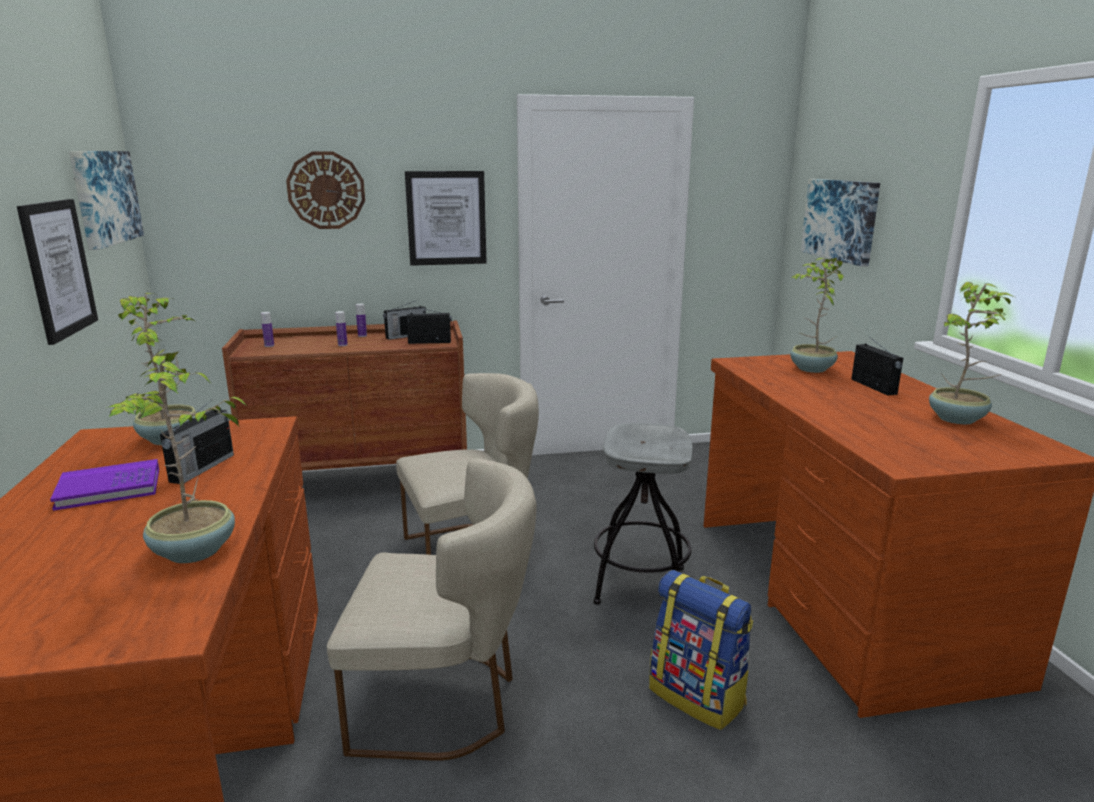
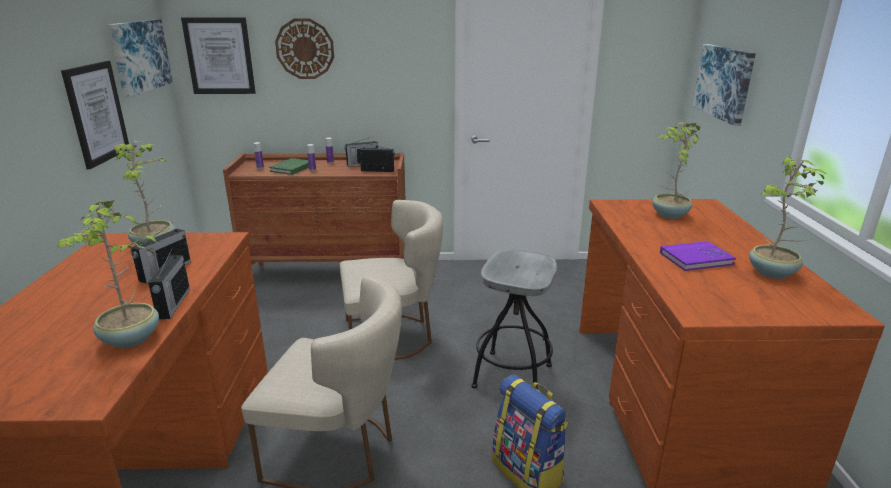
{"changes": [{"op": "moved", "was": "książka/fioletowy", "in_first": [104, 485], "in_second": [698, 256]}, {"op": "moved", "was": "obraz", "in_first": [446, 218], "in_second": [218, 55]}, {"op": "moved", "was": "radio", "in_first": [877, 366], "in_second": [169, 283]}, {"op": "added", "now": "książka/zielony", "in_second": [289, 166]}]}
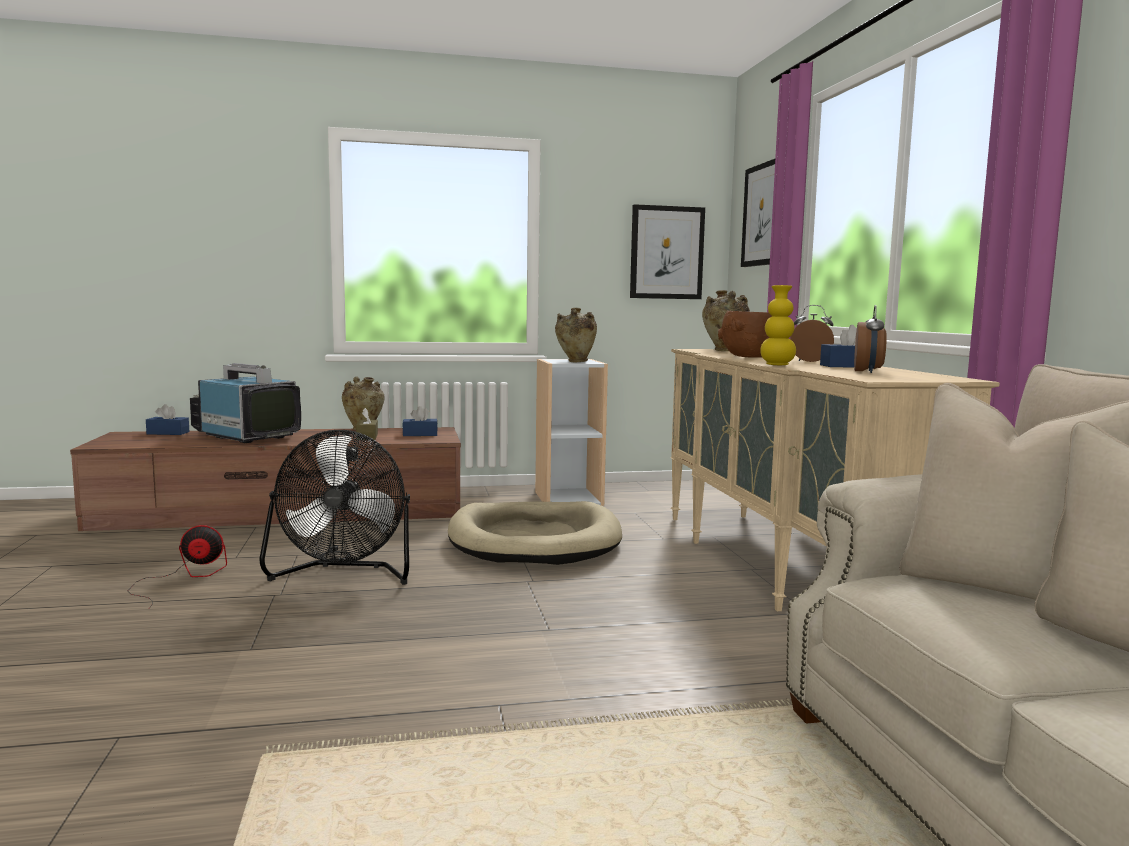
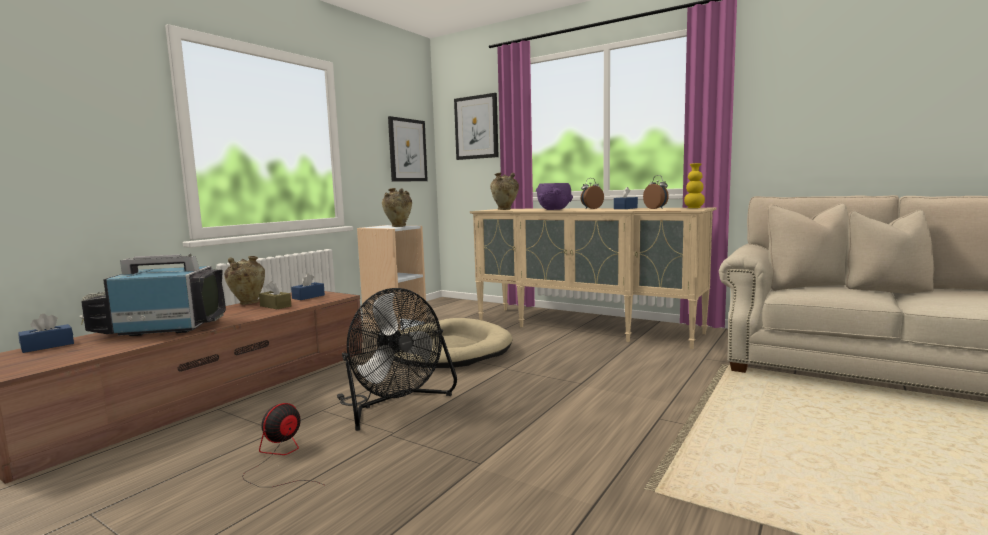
{"changes": [{"op": "recoloured", "was": "miska/brązowy", "now": "miska/fioletowy", "in_first": [745, 334], "in_second": [554, 196]}, {"op": "moved", "was": "wazon/żółty", "in_first": [778, 325], "in_second": [694, 185]}]}
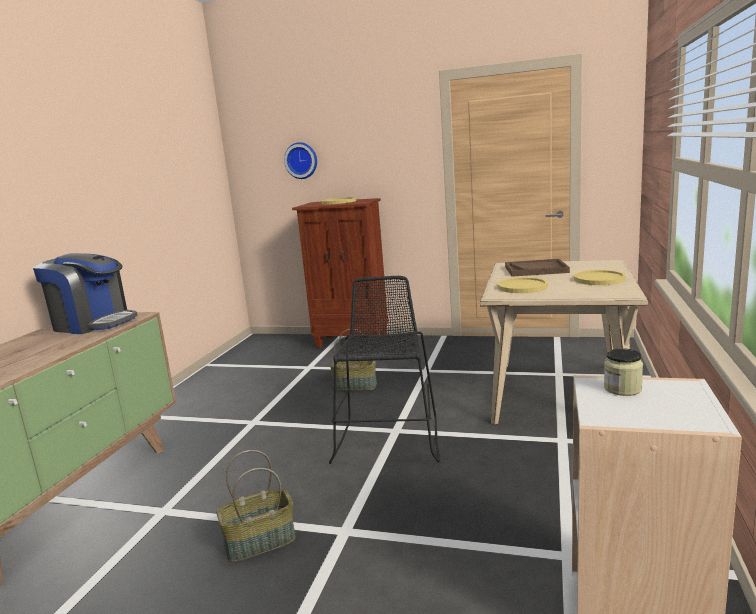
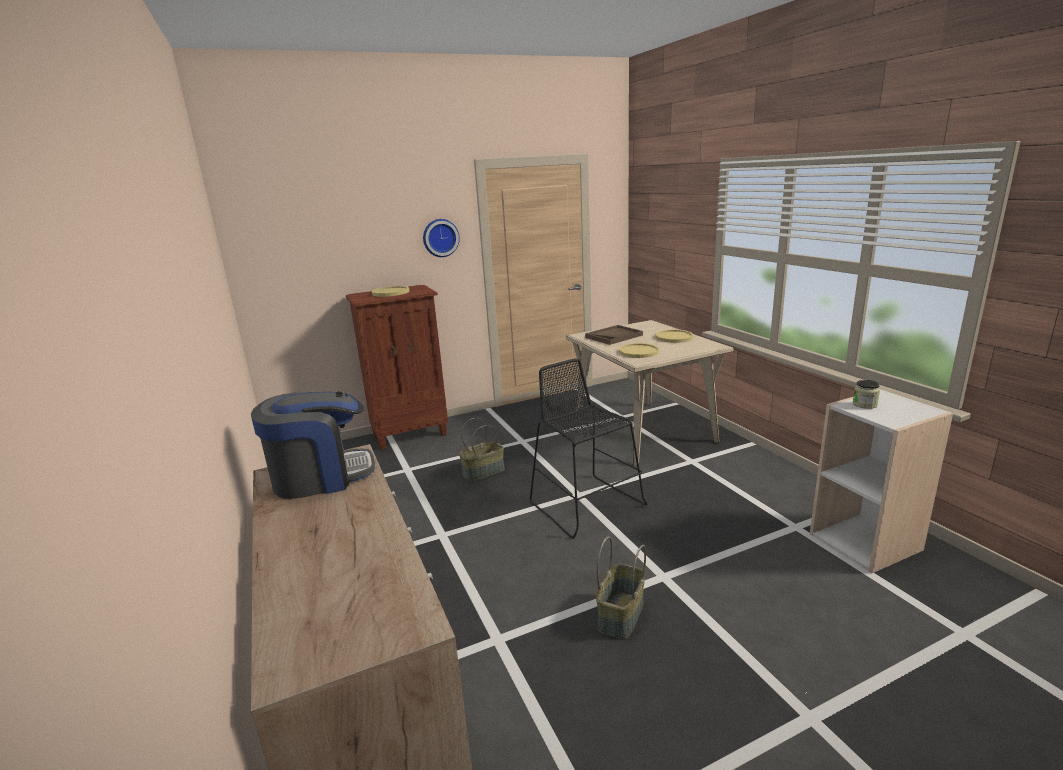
{"changes": [{"op": "moved", "was": "zegar ścienny", "in_first": [300, 160], "in_second": [441, 238]}]}
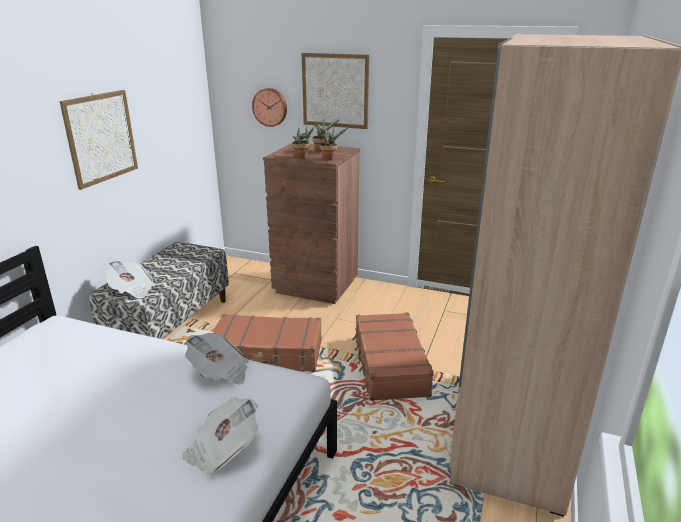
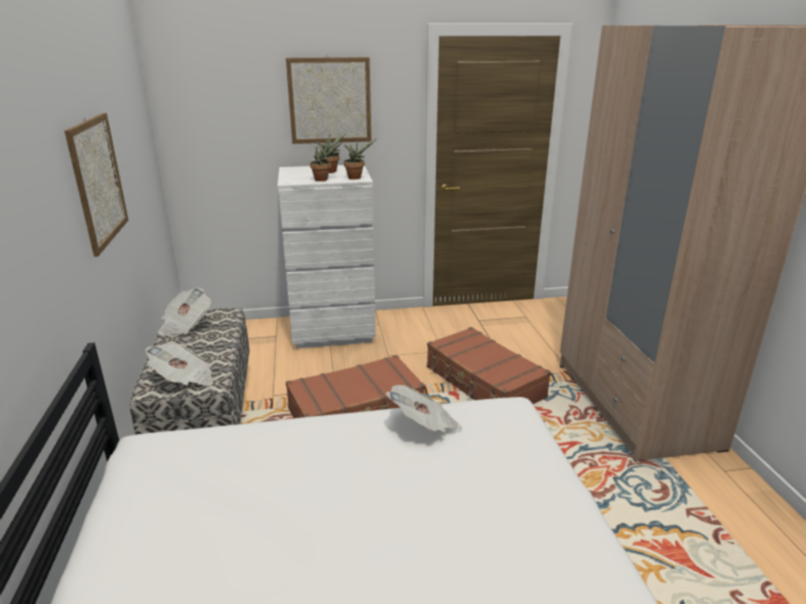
{"changes": [{"op": "moved", "was": "gazeta", "in_first": [220, 436], "in_second": [184, 312]}, {"op": "removed", "was": "zegar ścienny", "in_first": [269, 107]}, {"op": "recoloured", "was": "komoda/brązowy", "now": "komoda/biały", "in_first": [311, 223], "in_second": [327, 257]}]}
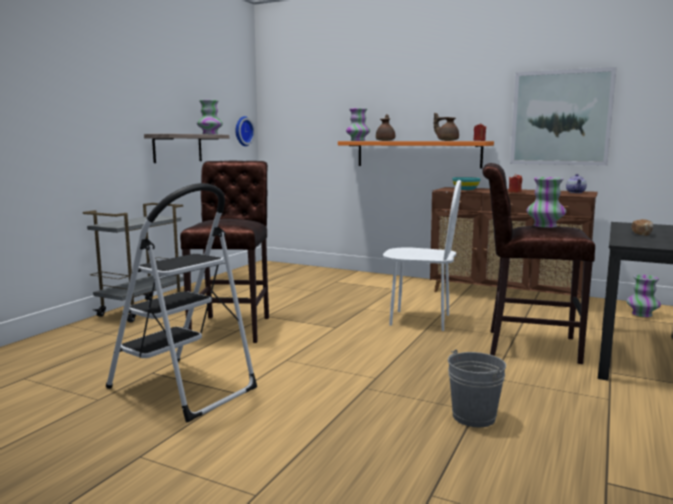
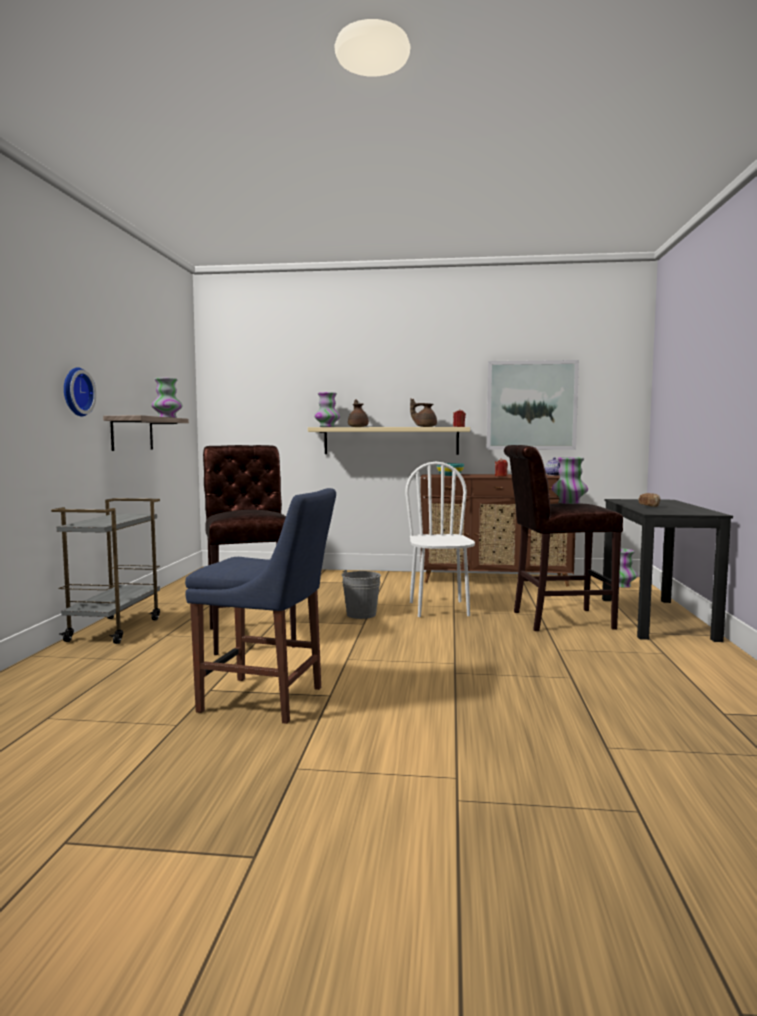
{"changes": [{"op": "replaced", "was": "drabinka", "now": "krzesło/niebieski", "in_first": [181, 303], "in_second": [260, 606]}, {"op": "moved", "was": "zegar ścienny", "in_first": [245, 131], "in_second": [80, 391]}, {"op": "recoloured", "was": "półka/pomarańczowy", "now": "półka/beżowy", "in_first": [416, 155], "in_second": [389, 441]}, {"op": "turned", "was": "krzesło/biały", "in_first": [422, 255], "in_second": [440, 539], "clockwise": -90}, {"op": "moved", "was": "wiadro/szary", "in_first": [477, 388], "in_second": [361, 594]}]}
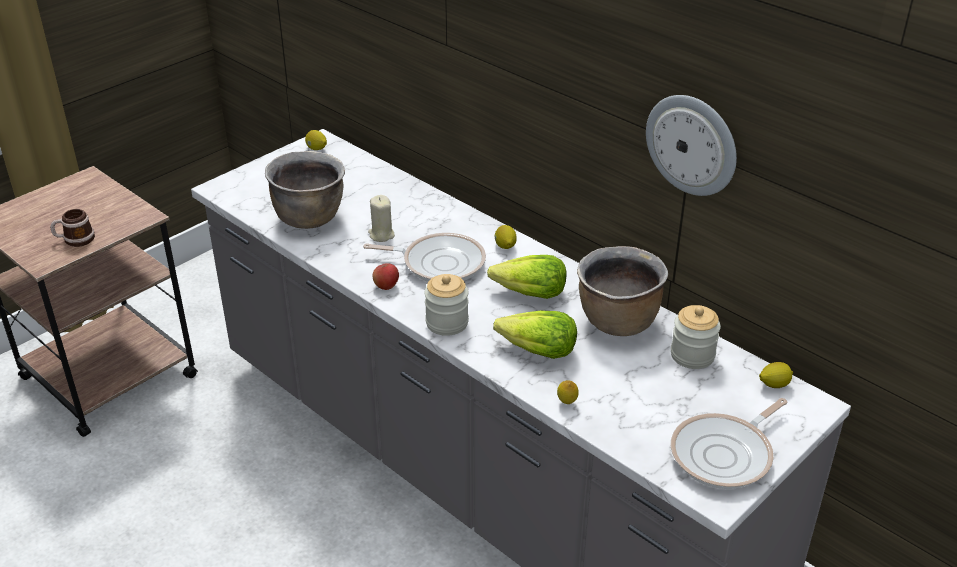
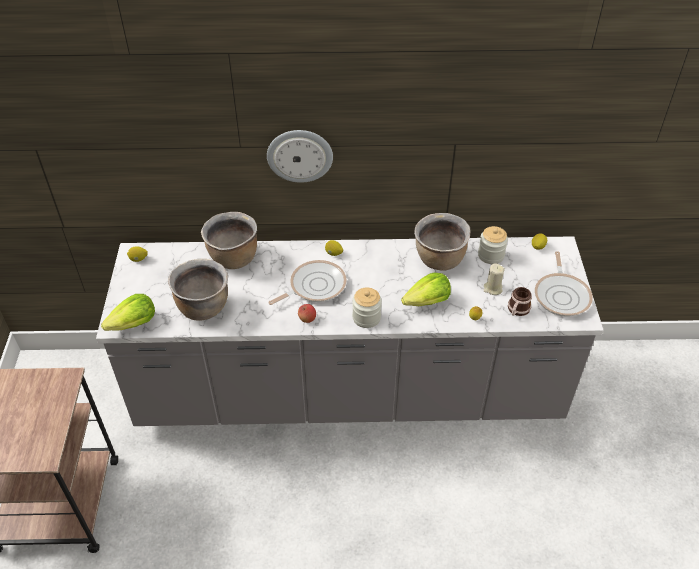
{"changes": [{"op": "moved", "was": "kubek", "in_first": [72, 228], "in_second": [520, 301]}, {"op": "moved", "was": "świeca/beżowy", "in_first": [381, 218], "in_second": [494, 279]}, {"op": "moved", "was": "sałata", "in_first": [526, 277], "in_second": [128, 312]}, {"op": "moved", "was": "zegar ścienny", "in_first": [691, 145], "in_second": [300, 156]}, {"op": "added", "now": "garnek/brązowy", "in_second": [229, 240]}]}
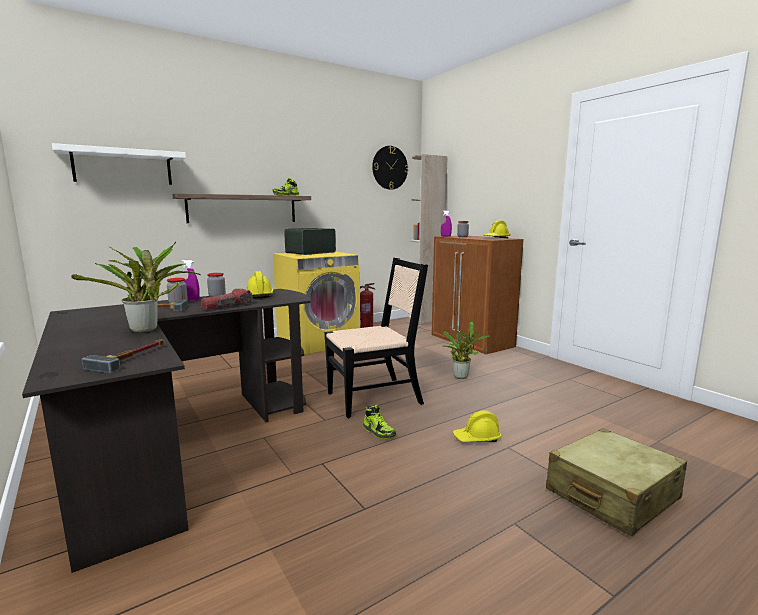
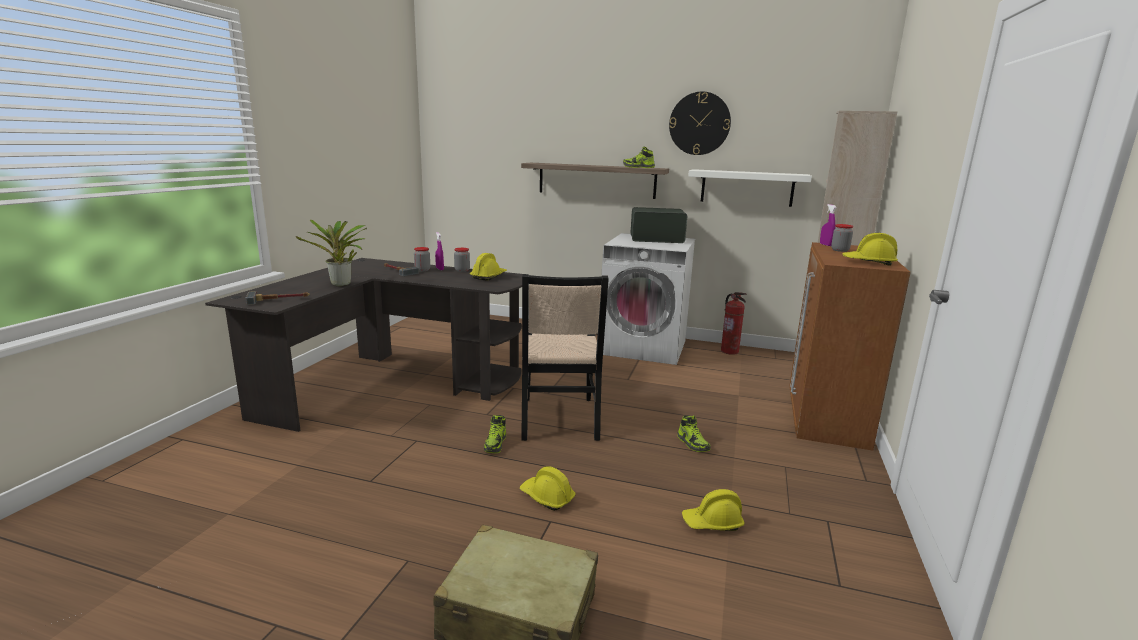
{"changes": [{"op": "moved", "was": "półka/biały", "in_first": [119, 164], "in_second": [750, 188]}, {"op": "removed", "was": "latarka", "in_first": [227, 299]}, {"op": "recoloured", "was": "pralka/żółty", "now": "pralka/biały", "in_first": [315, 303], "in_second": [648, 299]}, {"op": "turned", "was": "krzesło", "in_first": [376, 338], "in_second": [565, 357], "clockwise": 60}, {"op": "moved", "was": "zegar ścienny", "in_first": [390, 168], "in_second": [700, 123]}, {"op": "replaced", "was": "roślina doniczkowa", "now": "but", "in_first": [466, 350], "in_second": [694, 433]}, {"op": "added", "now": "kask/żółty", "in_second": [713, 510]}]}
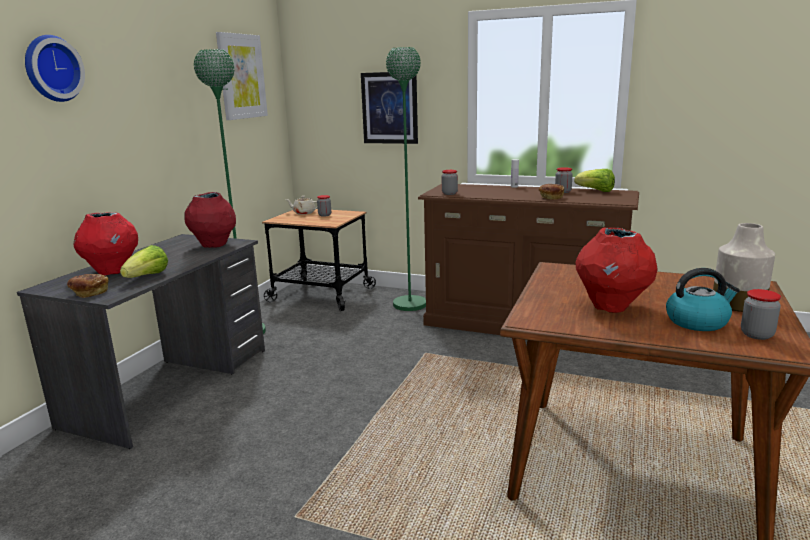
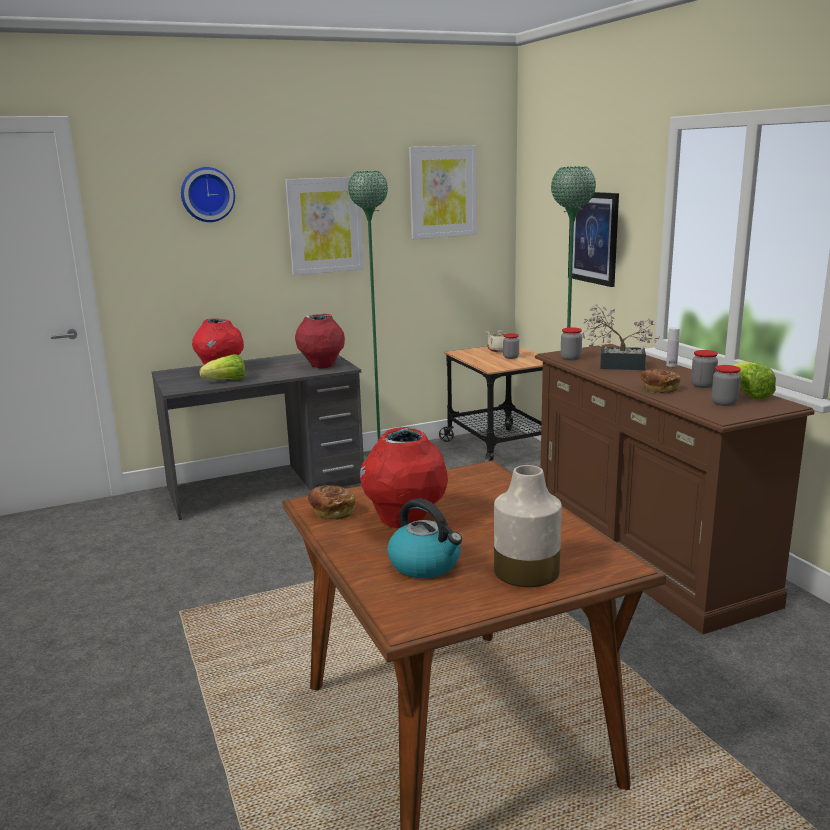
{"changes": [{"op": "moved", "was": "chleb", "in_first": [87, 286], "in_second": [331, 502]}, {"op": "moved", "was": "słoik", "in_first": [761, 314], "in_second": [726, 385]}, {"op": "added", "now": "obraz", "in_second": [324, 226]}, {"op": "added", "now": "roślina doniczkowa", "in_second": [621, 337]}]}
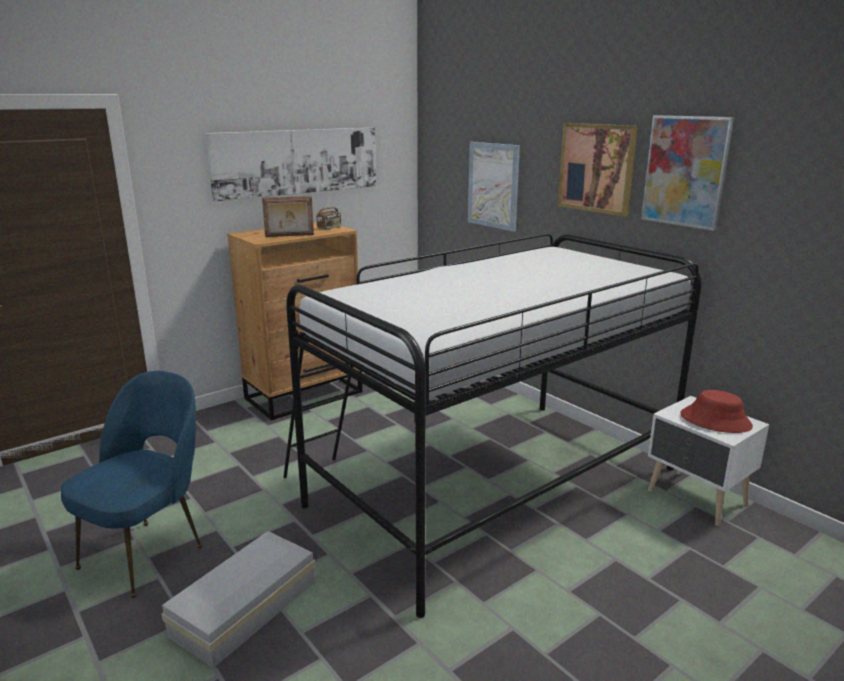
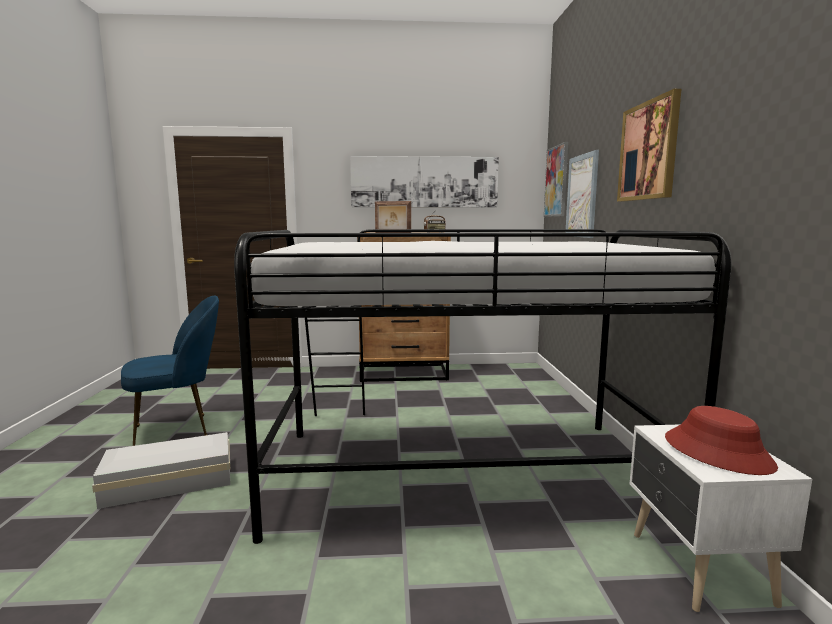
{"changes": [{"op": "moved", "was": "obraz", "in_first": [687, 173], "in_second": [556, 179]}]}
